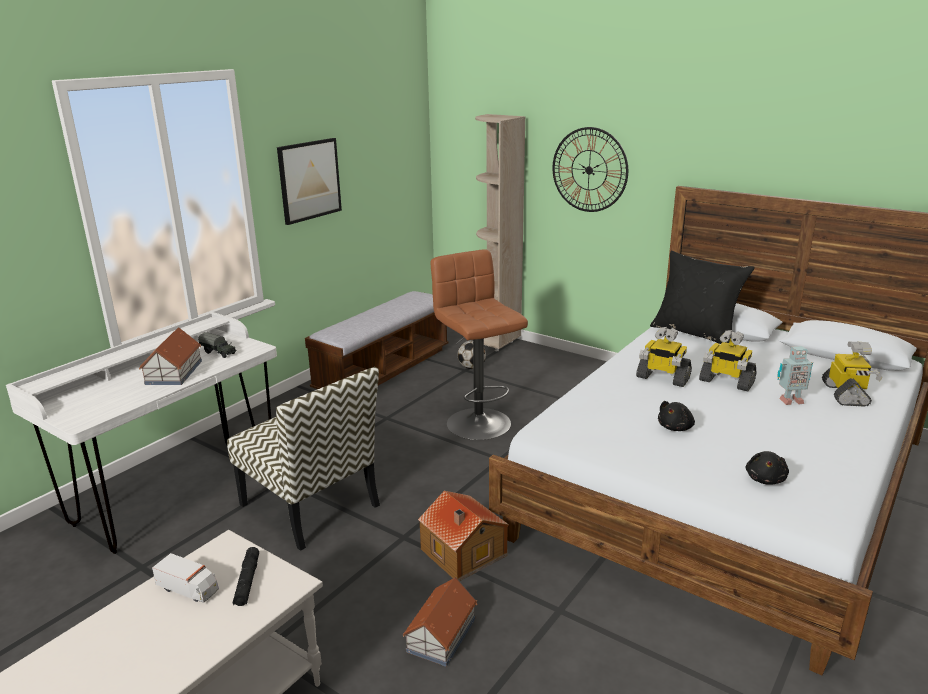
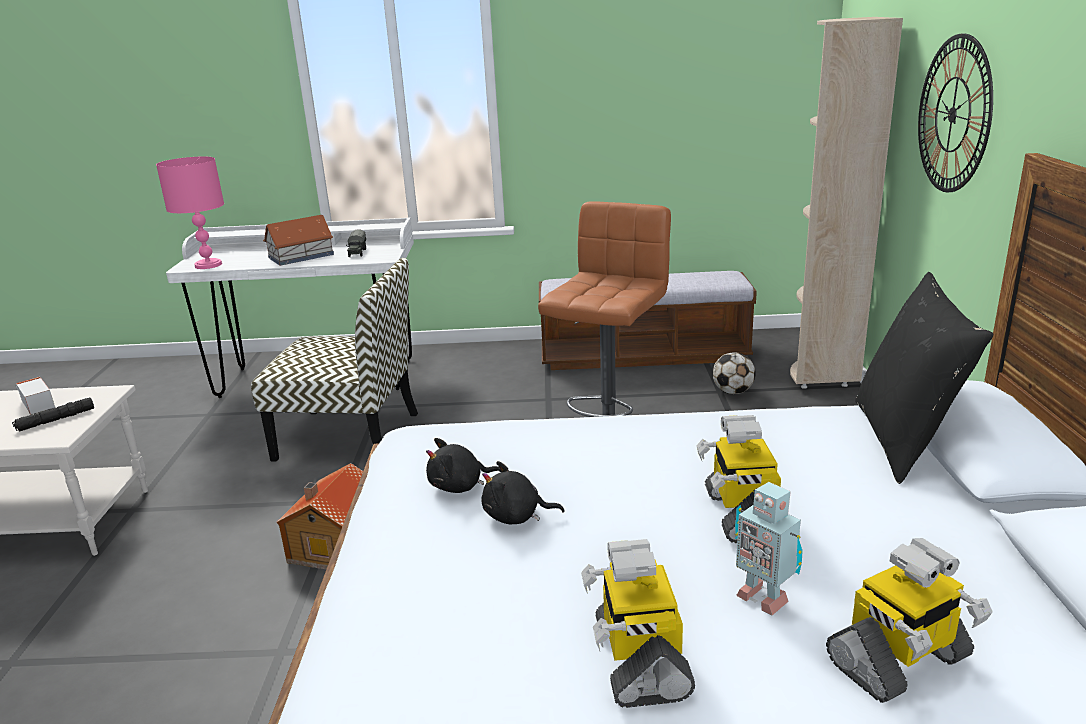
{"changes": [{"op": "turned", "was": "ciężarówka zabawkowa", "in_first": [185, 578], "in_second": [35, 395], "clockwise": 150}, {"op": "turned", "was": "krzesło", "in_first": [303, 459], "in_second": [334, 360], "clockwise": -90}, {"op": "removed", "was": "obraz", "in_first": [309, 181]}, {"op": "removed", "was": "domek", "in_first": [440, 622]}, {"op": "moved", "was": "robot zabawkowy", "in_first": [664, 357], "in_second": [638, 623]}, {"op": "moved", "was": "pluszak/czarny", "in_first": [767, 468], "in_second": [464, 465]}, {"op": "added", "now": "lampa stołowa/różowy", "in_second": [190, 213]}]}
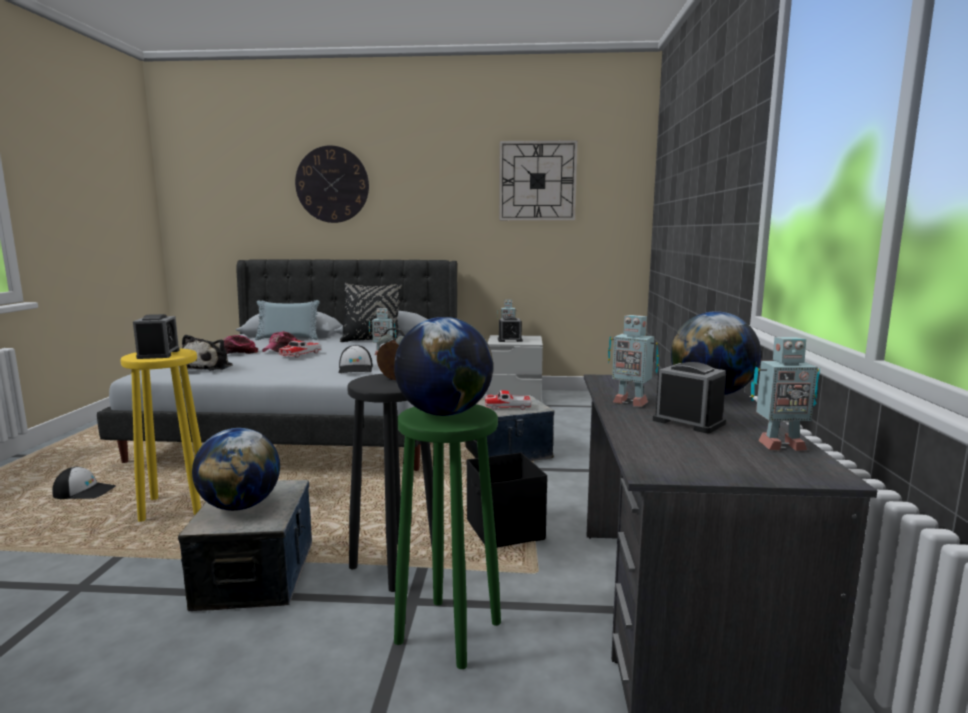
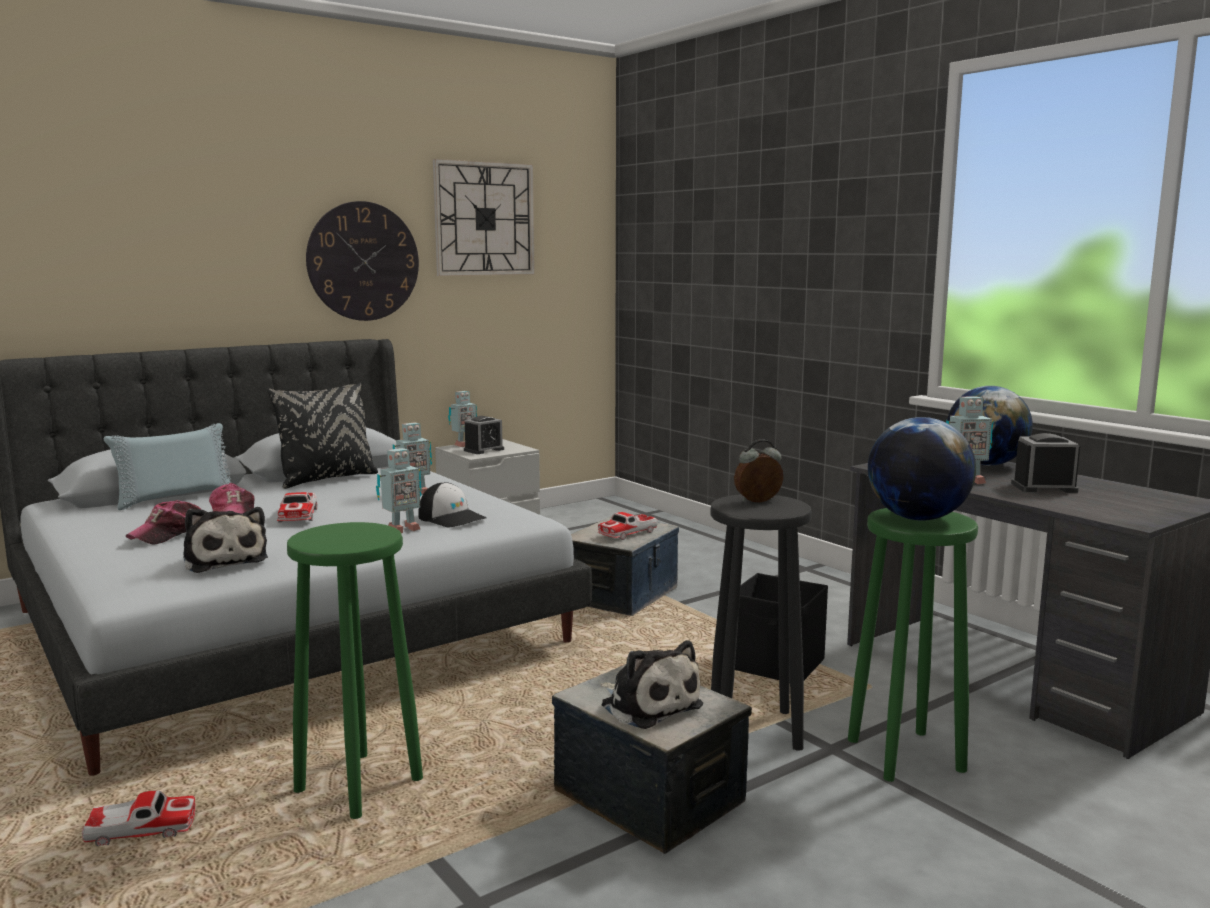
{"changes": [{"op": "replaced", "was": "czapka z daszkiem", "now": "samochodzik", "in_first": [84, 483], "in_second": [139, 818]}, {"op": "recoloured", "was": "stołek/żółty", "now": "stołek/zielony", "in_first": [161, 435], "in_second": [355, 670]}, {"op": "removed", "was": "budzik", "in_first": [156, 336]}, {"op": "replaced", "was": "globus", "now": "pluszak", "in_first": [236, 469], "in_second": [651, 684]}, {"op": "moved", "was": "zegar ścienny", "in_first": [332, 184], "in_second": [362, 261]}, {"op": "moved", "was": "robot zabawkowy", "in_first": [785, 394], "in_second": [399, 490]}]}
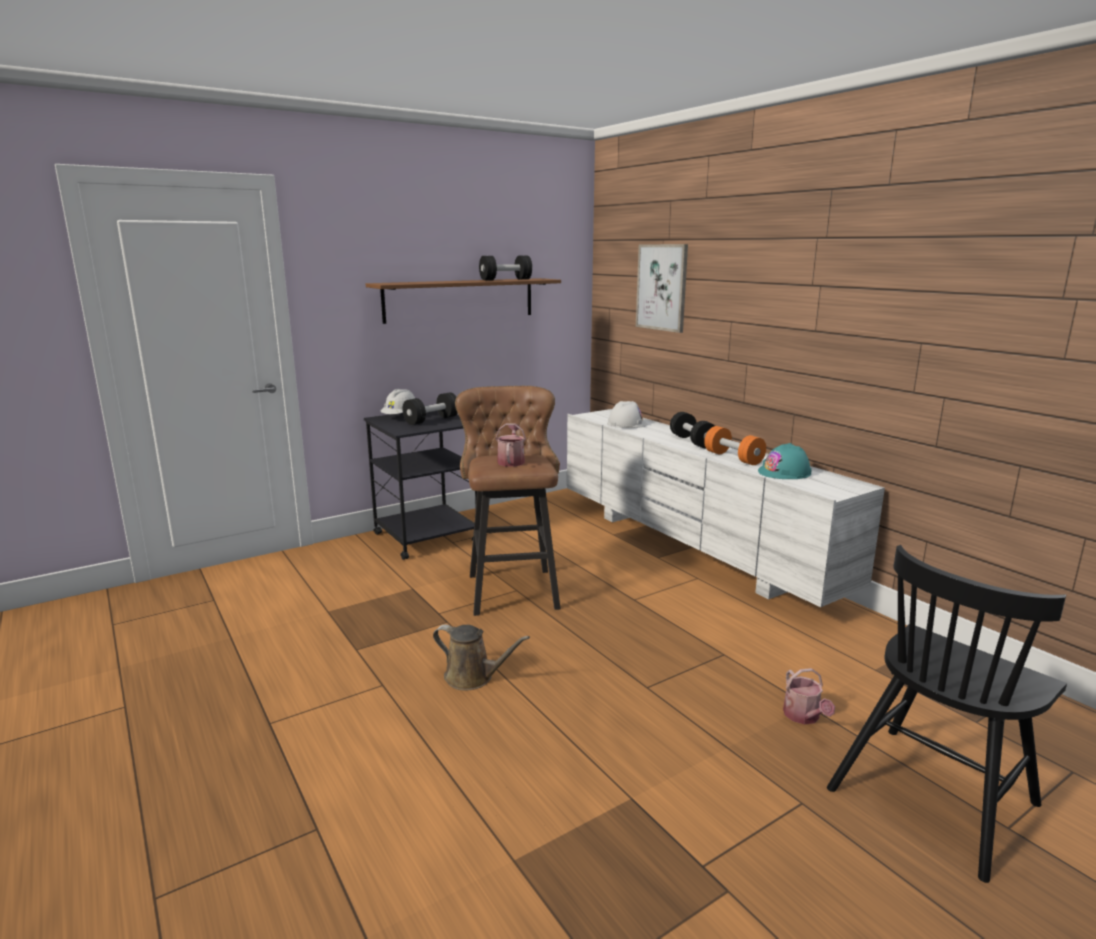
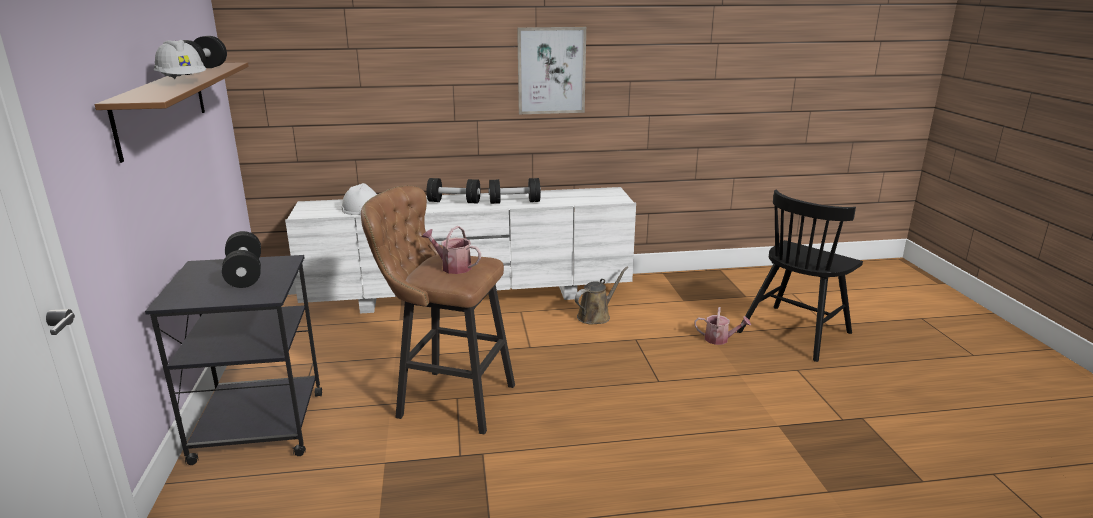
{"changes": [{"op": "moved", "was": "kask/biały", "in_first": [397, 401], "in_second": [179, 59]}, {"op": "moved", "was": "konewka/brązowy", "in_first": [481, 657], "in_second": [601, 296]}, {"op": "moved", "was": "obraz", "in_first": [662, 288], "in_second": [551, 70]}, {"op": "recoloured", "was": "hantel/pomarańczowy", "now": "hantel/czarny", "in_first": [735, 445], "in_second": [515, 191]}, {"op": "removed", "was": "kask/turkusowy", "in_first": [785, 461]}, {"op": "turned", "was": "krzesło/czarny", "in_first": [947, 714], "in_second": [800, 275], "clockwise": 60}]}
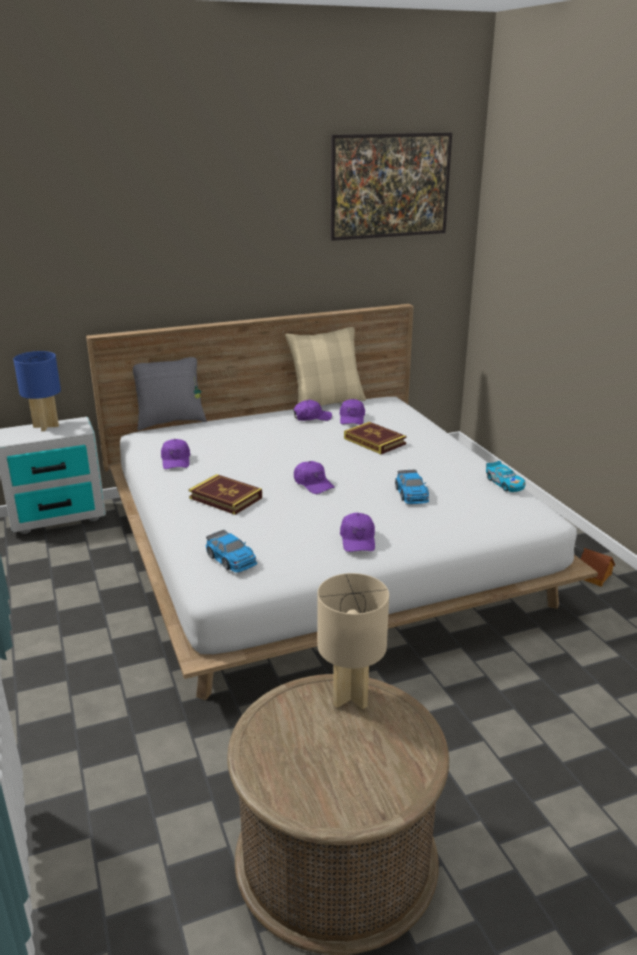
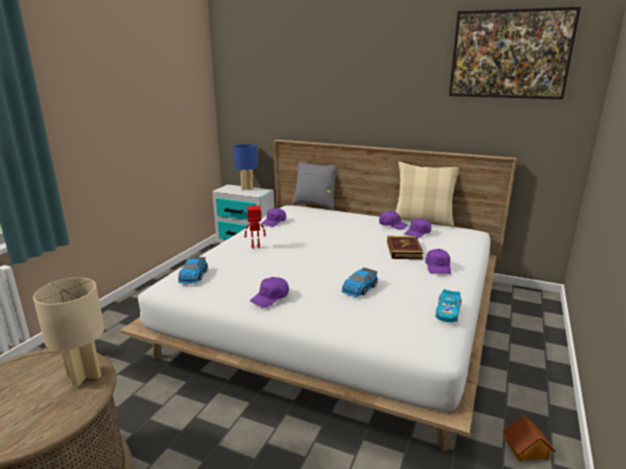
{"changes": [{"op": "replaced", "was": "książka", "now": "robot zabawkowy", "in_first": [225, 494], "in_second": [255, 227]}, {"op": "moved", "was": "czapka z daszkiem/fioletowy", "in_first": [314, 477], "in_second": [438, 261]}]}
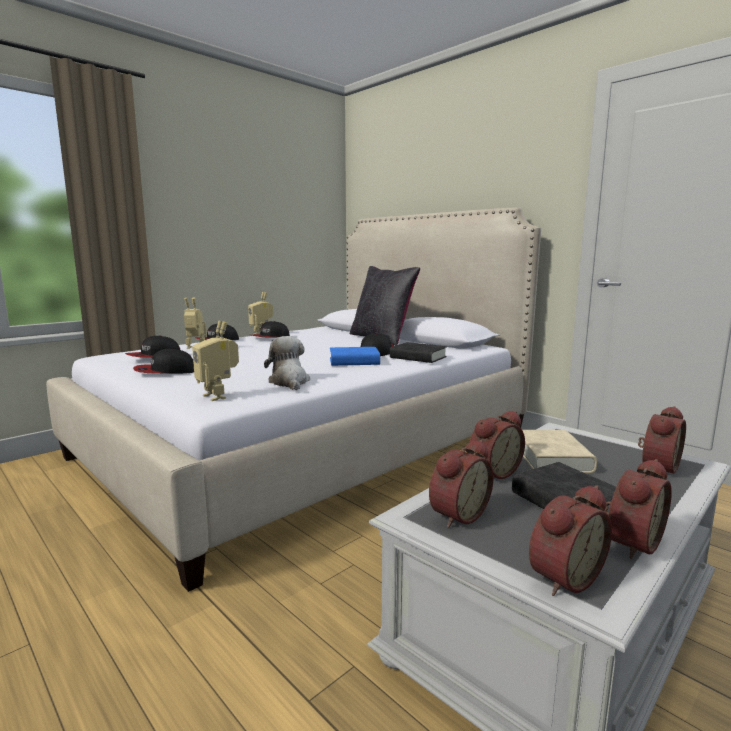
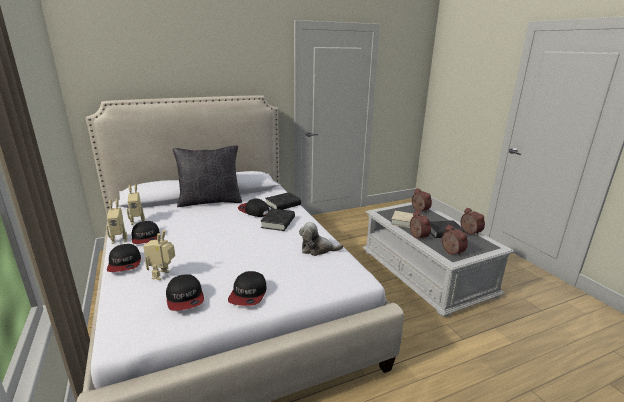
{"changes": [{"op": "moved", "was": "robot zabawkowy", "in_first": [215, 360], "in_second": [136, 204]}, {"op": "recoloured", "was": "książka/niebieski", "now": "książka/czarny", "in_first": [355, 356], "in_second": [278, 219]}, {"op": "removed", "was": "budzik", "in_first": [570, 540]}]}
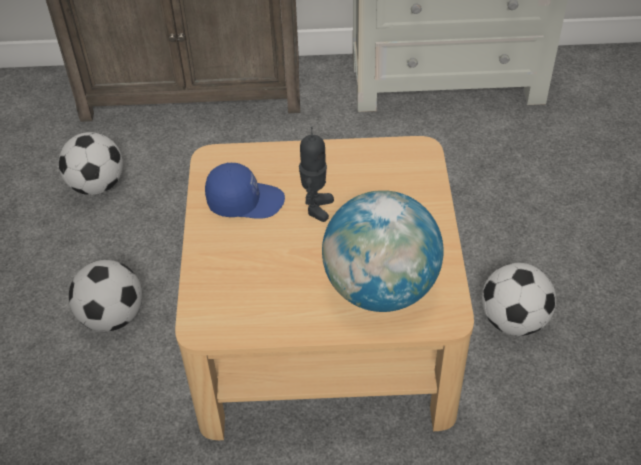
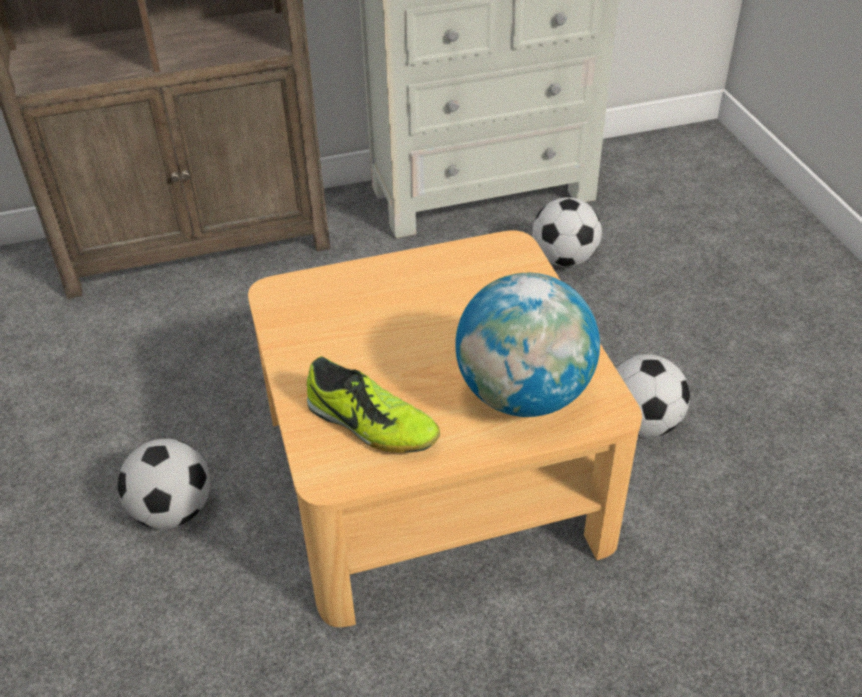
{"changes": [{"op": "moved", "was": "piłka futbolowa", "in_first": [90, 163], "in_second": [567, 232]}, {"op": "removed", "was": "czapka z daszkiem/niebieski", "in_first": [245, 191]}, {"op": "removed", "was": "robot zabawkowy", "in_first": [316, 174]}, {"op": "added", "now": "but", "in_second": [373, 404]}]}
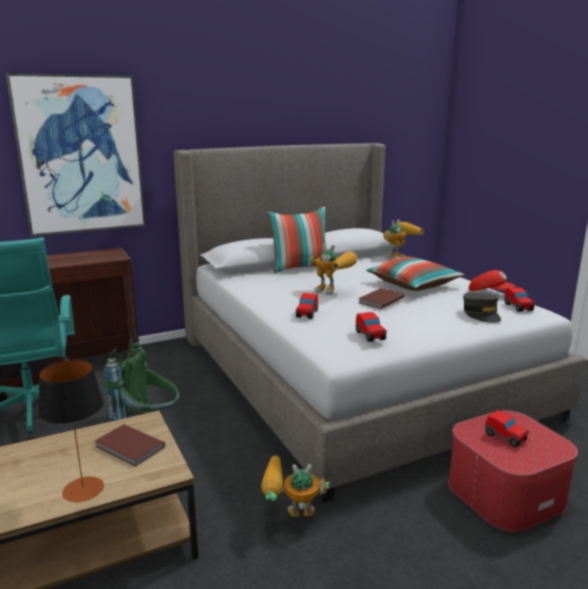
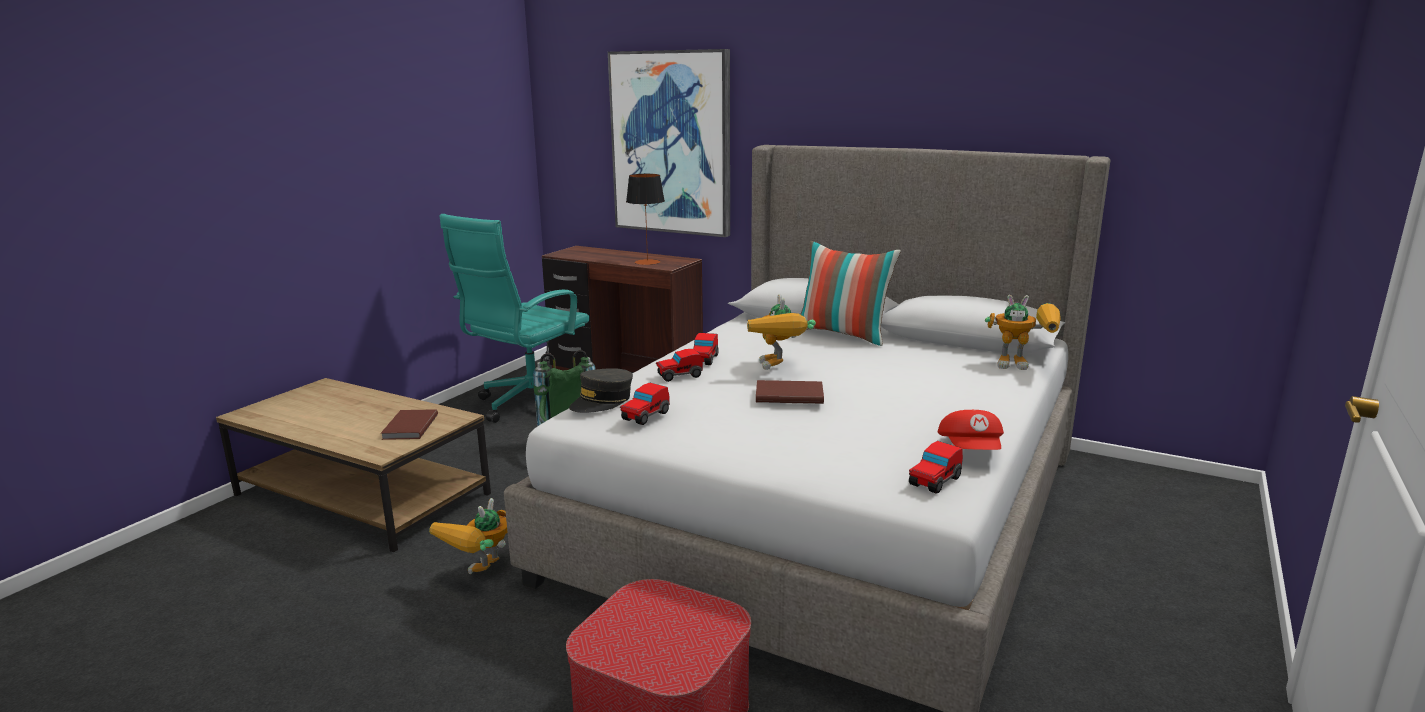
{"changes": [{"op": "moved", "was": "lampa stołowa", "in_first": [71, 431], "in_second": [645, 219]}, {"op": "turned", "was": "robot zabawkowy", "in_first": [295, 486], "in_second": [468, 536], "clockwise": -120}, {"op": "removed", "was": "poduszka", "in_first": [415, 274]}, {"op": "moved", "was": "czapka z daszkiem/szary", "in_first": [482, 307], "in_second": [601, 390]}, {"op": "moved", "was": "samochodzik", "in_first": [507, 428], "in_second": [706, 349]}]}
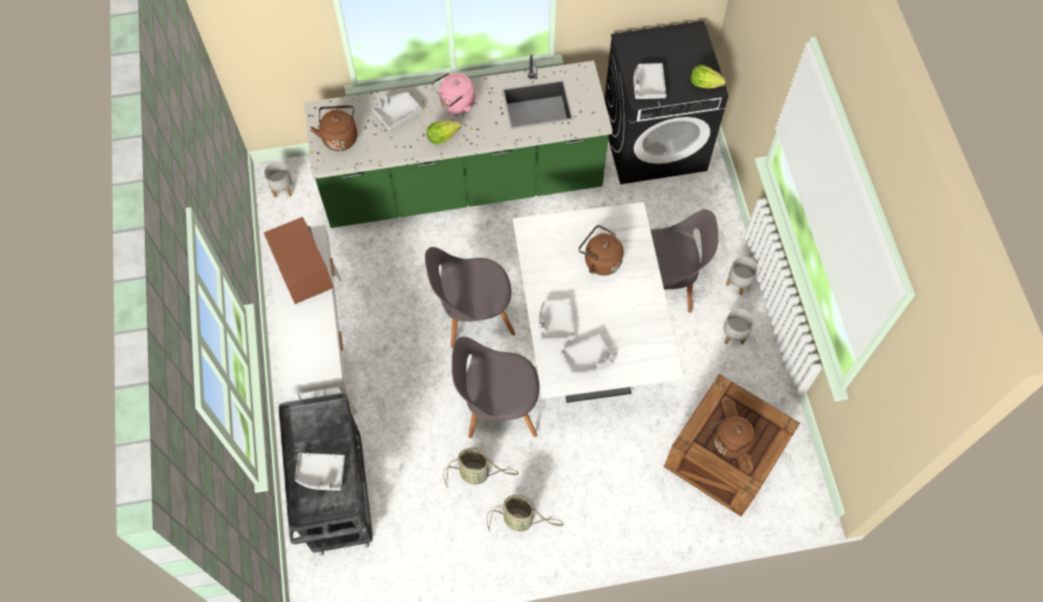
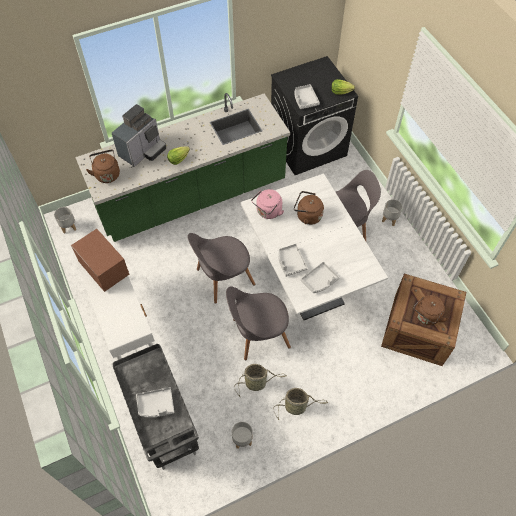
{"changes": [{"op": "replaced", "was": "taca/szary", "now": "ekspres do kawy", "in_first": [397, 111], "in_second": [139, 135]}, {"op": "moved", "was": "czajnik/różowy", "in_first": [453, 93], "in_second": [267, 204]}, {"op": "moved", "was": "donica/szary", "in_first": [738, 327], "in_second": [242, 435]}]}
